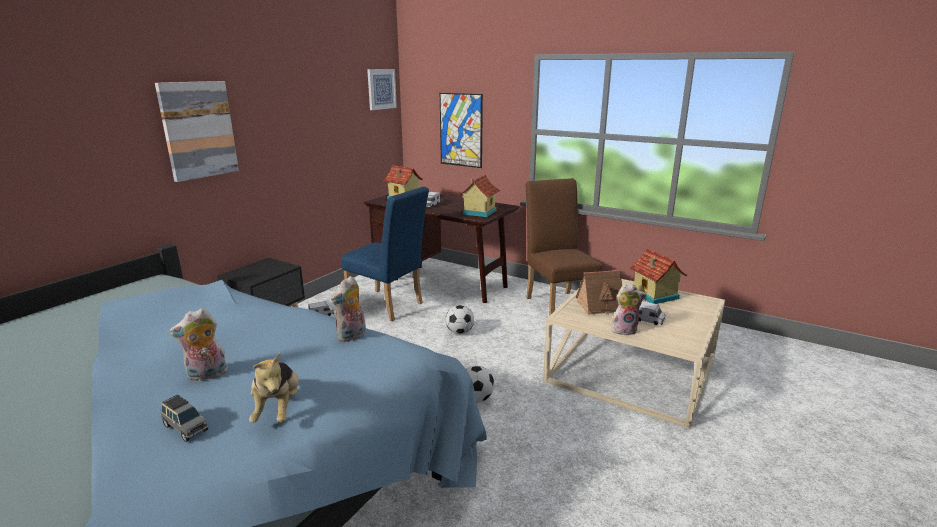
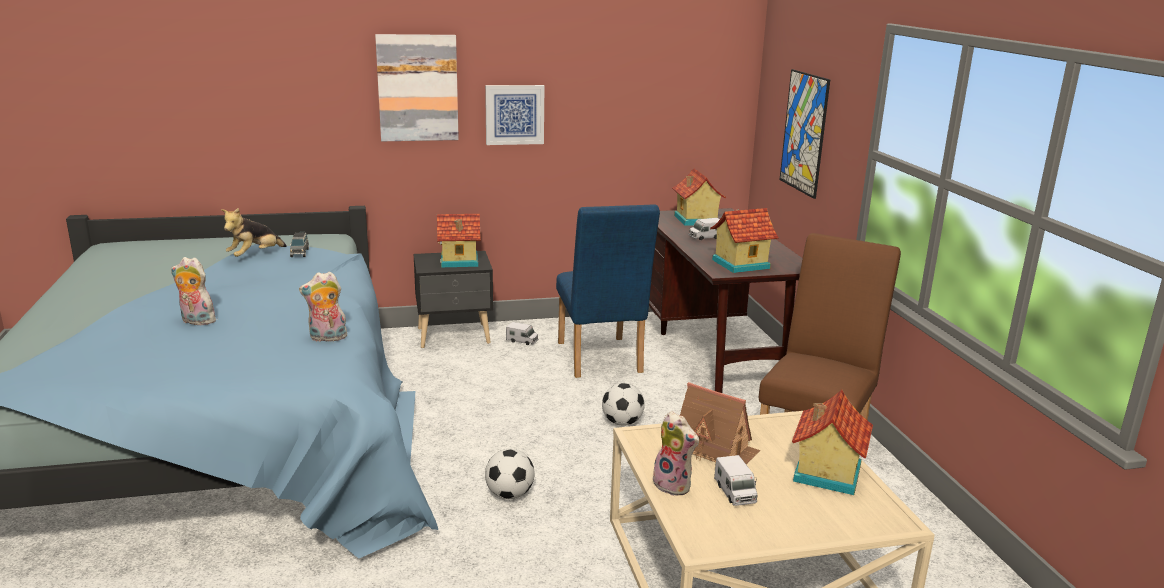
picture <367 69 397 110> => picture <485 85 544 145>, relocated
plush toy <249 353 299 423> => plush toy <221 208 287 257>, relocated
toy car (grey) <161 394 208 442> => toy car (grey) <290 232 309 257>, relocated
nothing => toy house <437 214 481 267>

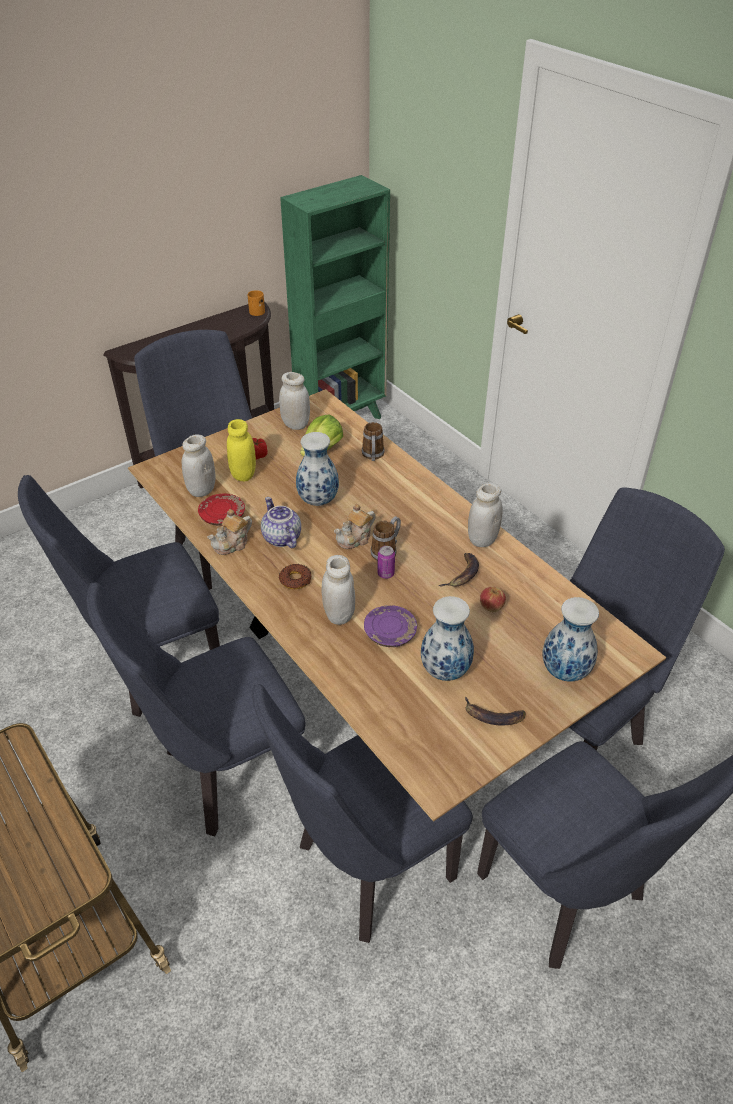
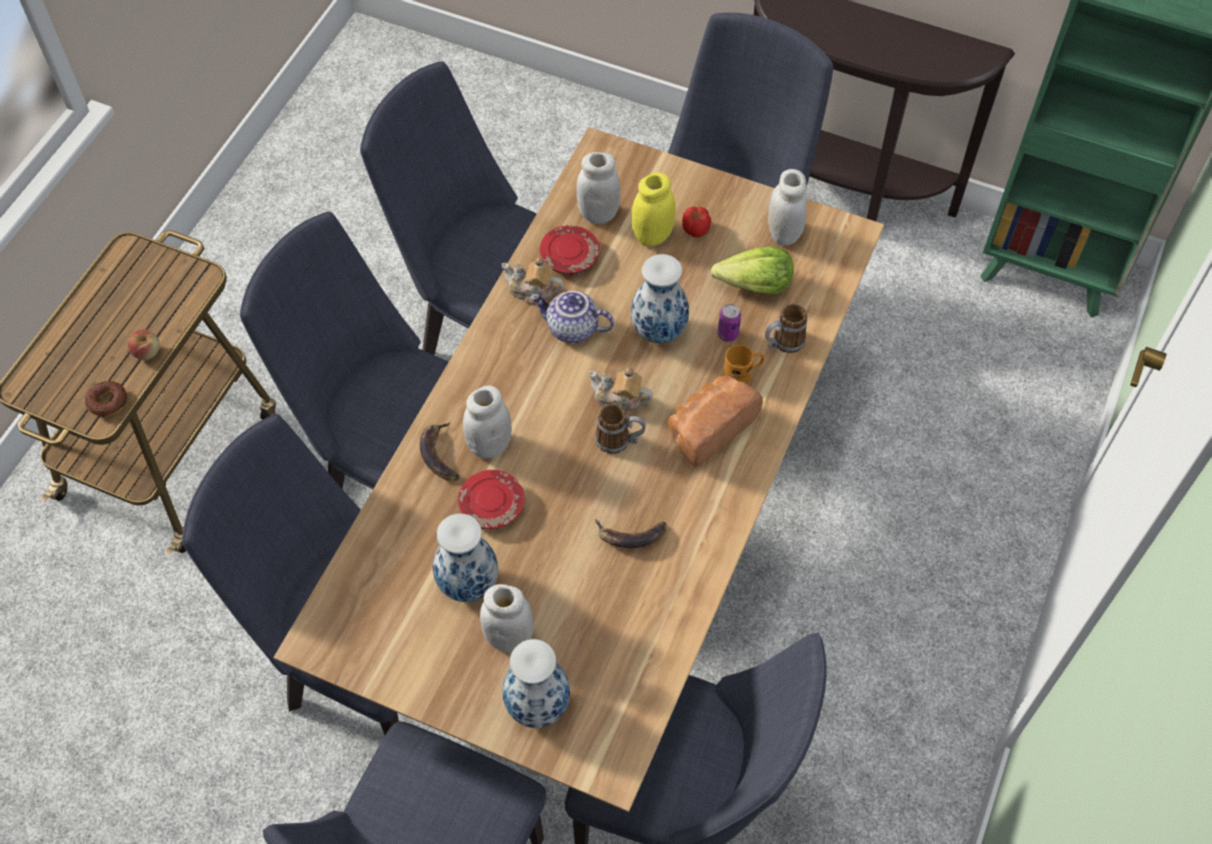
mug (orange) <248 290 265 316> => mug (orange) <723 345 764 384>, relocated
jar (white) <468 482 502 547> => jar (white) <480 584 533 652>, relocated
teapot <261 497 301 548> => teapot <530 291 614 343>, 105 degrees counterclockwise
can <377 546 395 579> => can <718 304 741 342>, relocated
donut <279 564 312 589> => donut <85 381 127 417>, relocated
apple <480 587 506 612> => apple <128 329 160 360>, relocated
plate (purple) <364 606 417 647> => plate (red) <458 470 524 529>
banana <465 697 526 726> => banana <420 422 459 481>, relocated
nothing => bread <668 375 763 467>

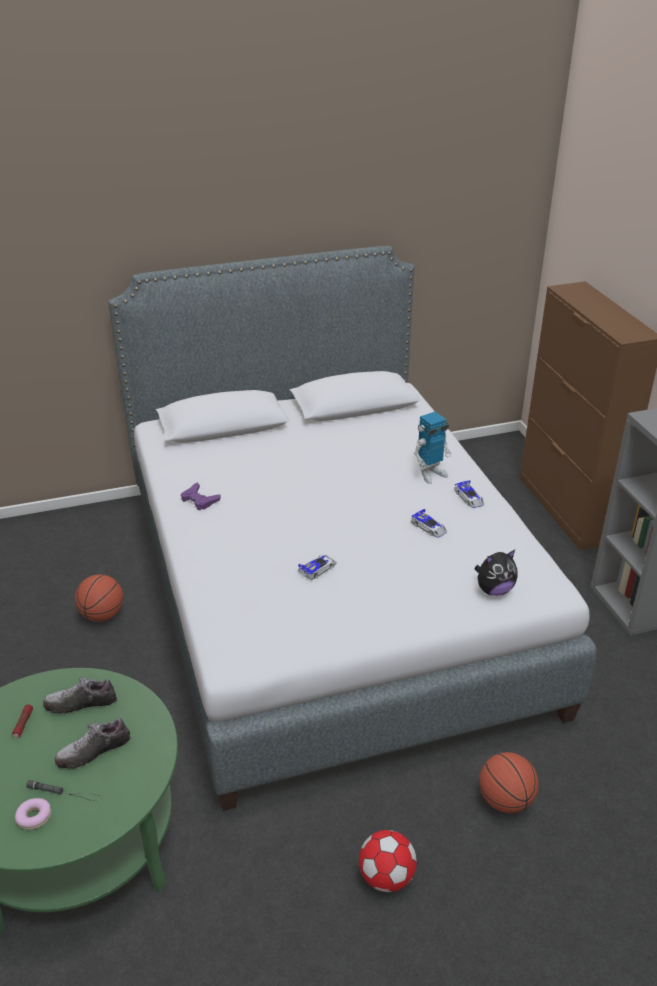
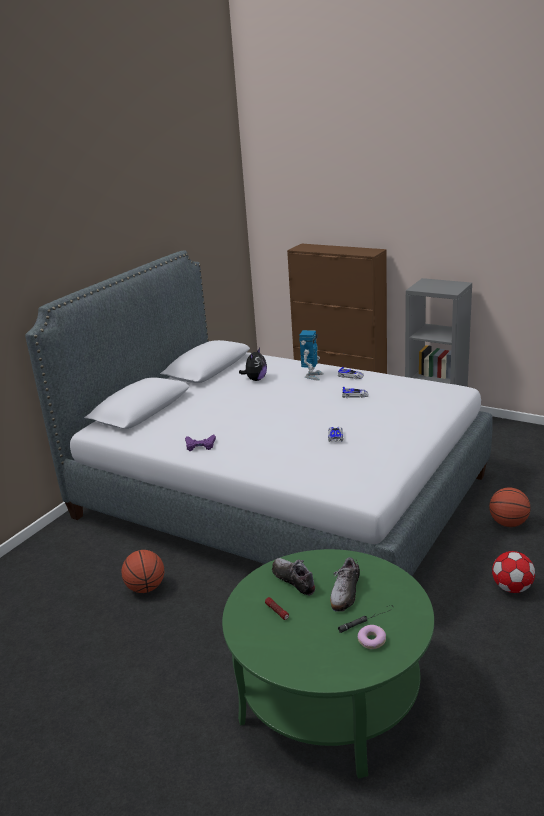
plush toy <474 550 518 596> => plush toy <239 348 267 381>, relocated
shoe <43 676 117 714> => shoe <272 558 316 596>, 105 degrees clockwise

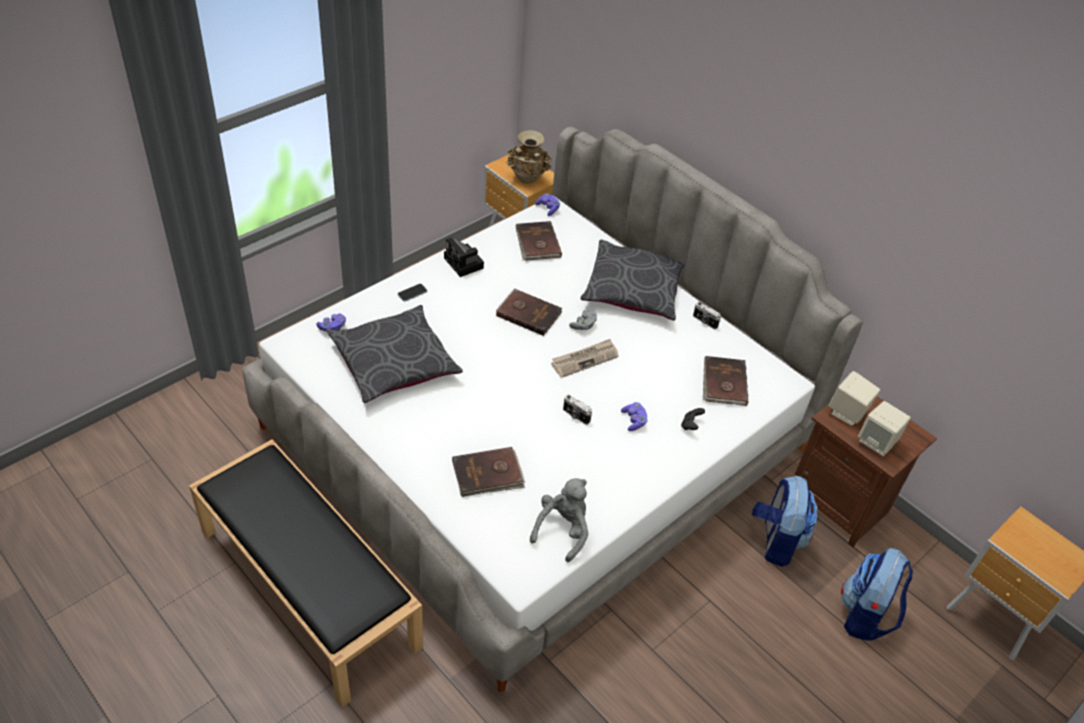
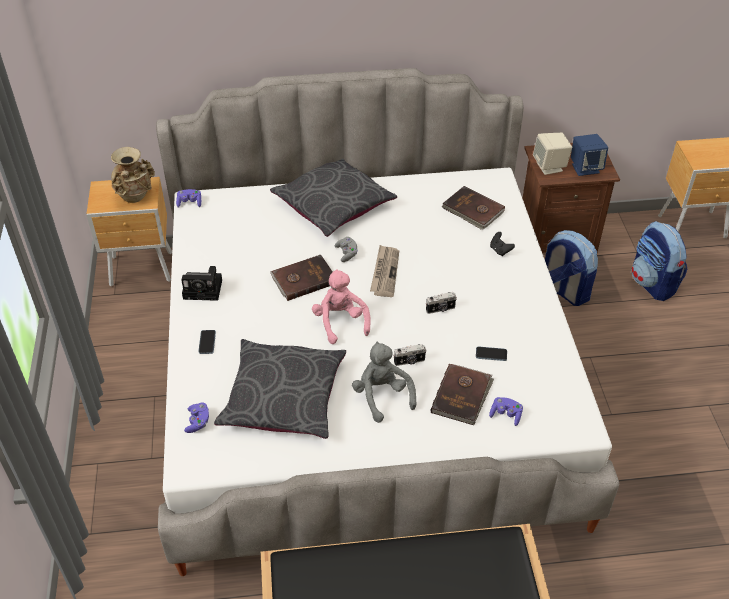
book (brown) <516 221 562 261> => nothing
photo camera <693 302 721 329> => photo camera <393 344 427 366>, relocated
speaker (beige) <858 401 911 456> => speaker (blue) <571 134 608 176>
game controller (purple) <621 402 648 431> => game controller (purple) <489 397 523 426>, relocated
plush toy (grey) <530 478 588 562> => plush toy (grey) <352 342 416 423>, relocated
nothing => plush toy (pink) <312 269 371 344>
nothing => phone <476 347 507 361>

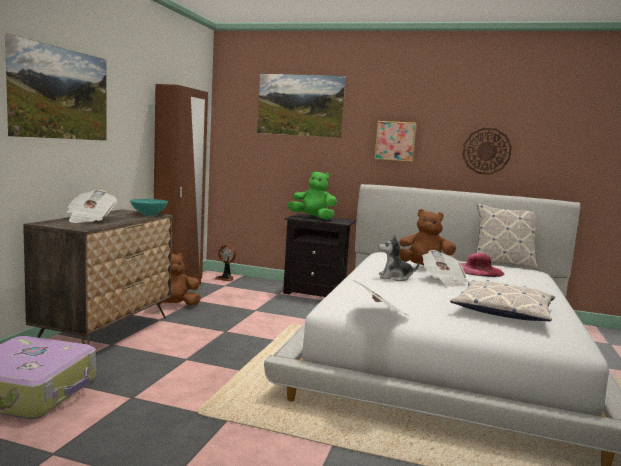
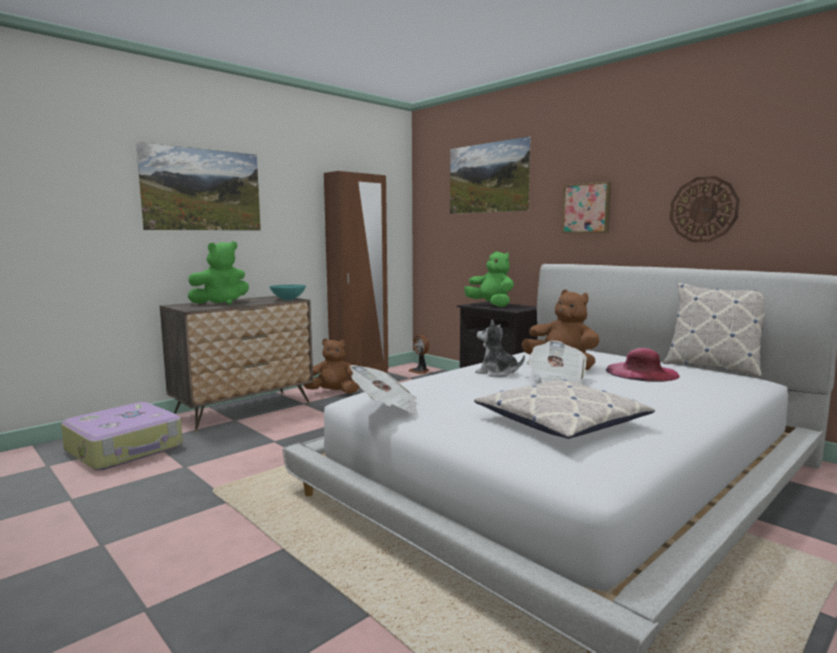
newspaper <67 190 117 223> => plush toy (green) <188 241 249 305>

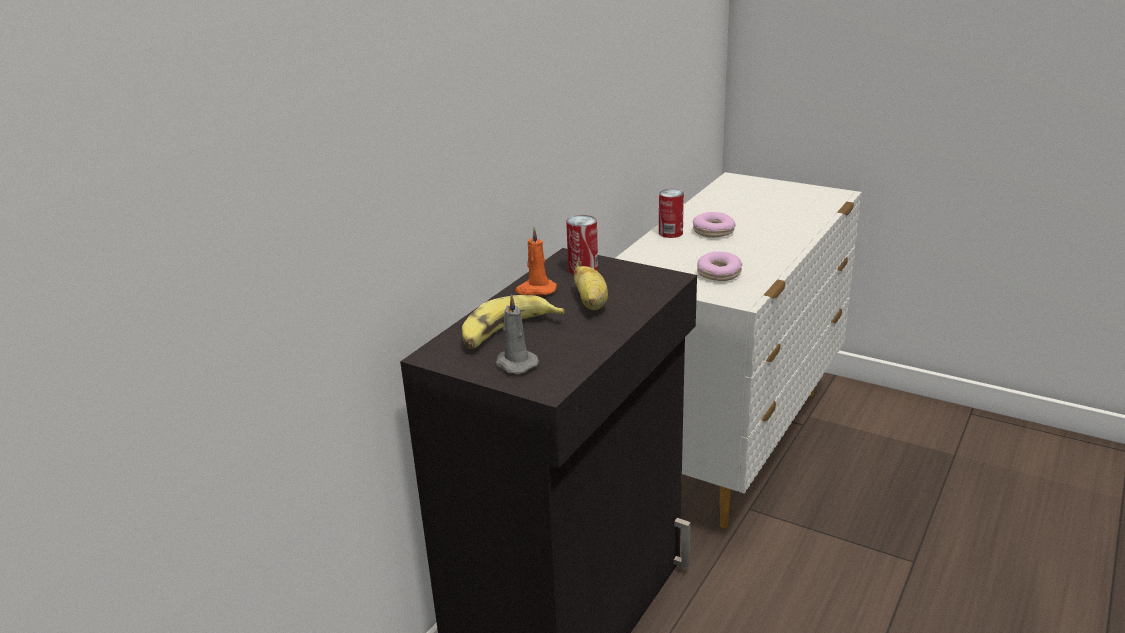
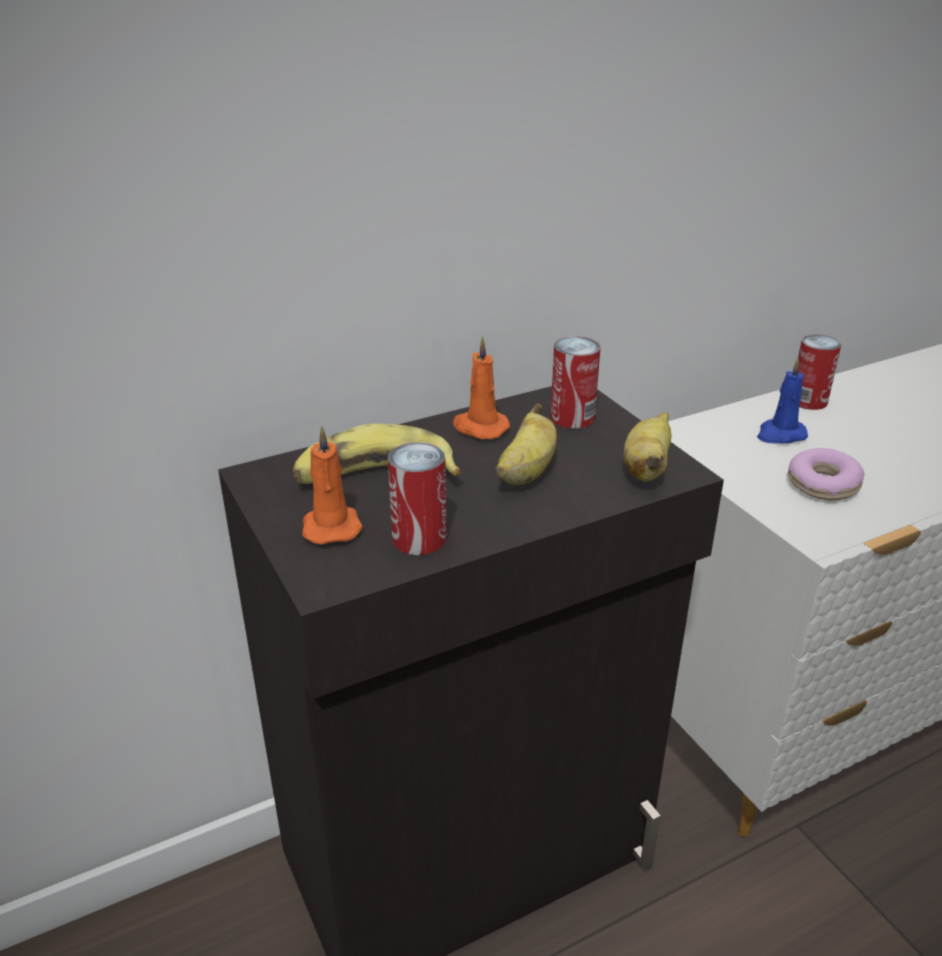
donut <693 212 736 238> => nothing
candle (grey) <495 294 539 374> => candle (orange) <302 426 363 545>
nothing => candle (blue) <757 358 808 444>
nothing => banana <624 413 671 482>
nothing => can <388 442 447 555>

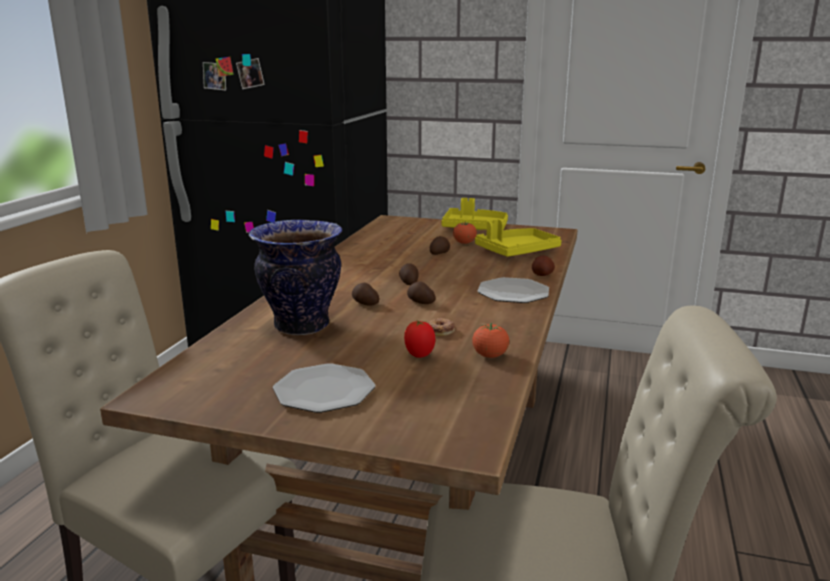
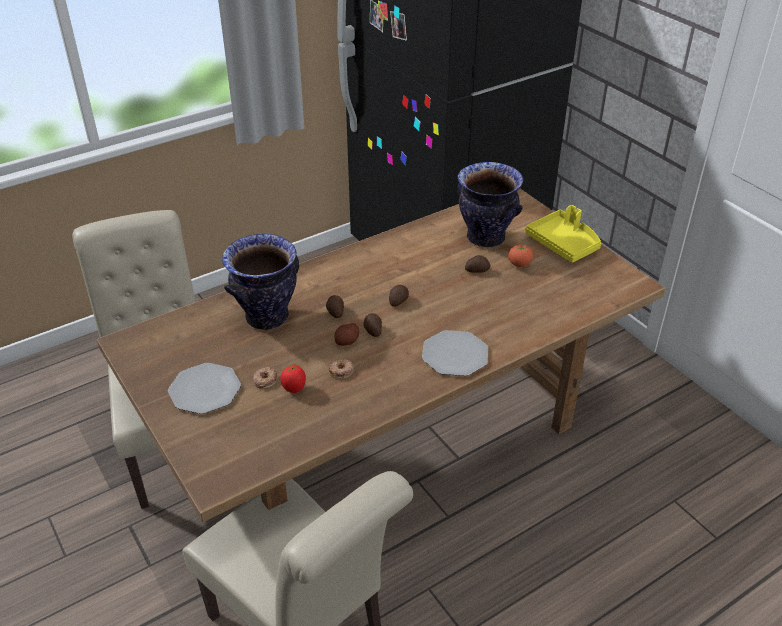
tray (yellow) <475 219 561 257> => nothing
potato <532 255 555 276> => potato <334 323 359 346>, relocated
tomato <472 323 509 358> => nothing
nothing => vase <457 162 524 247>
nothing => donut <253 367 277 389>

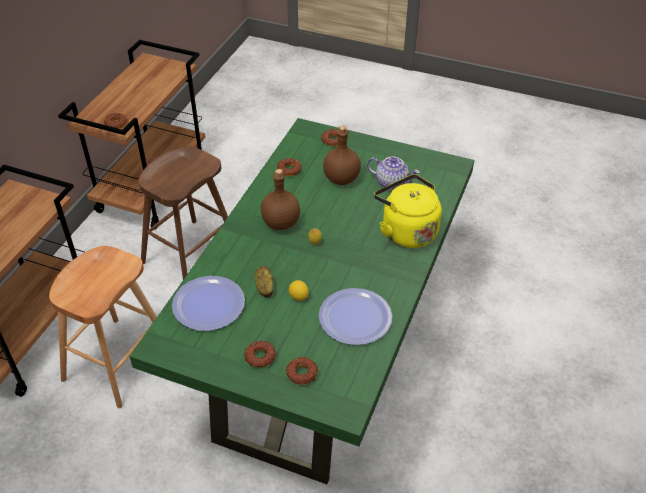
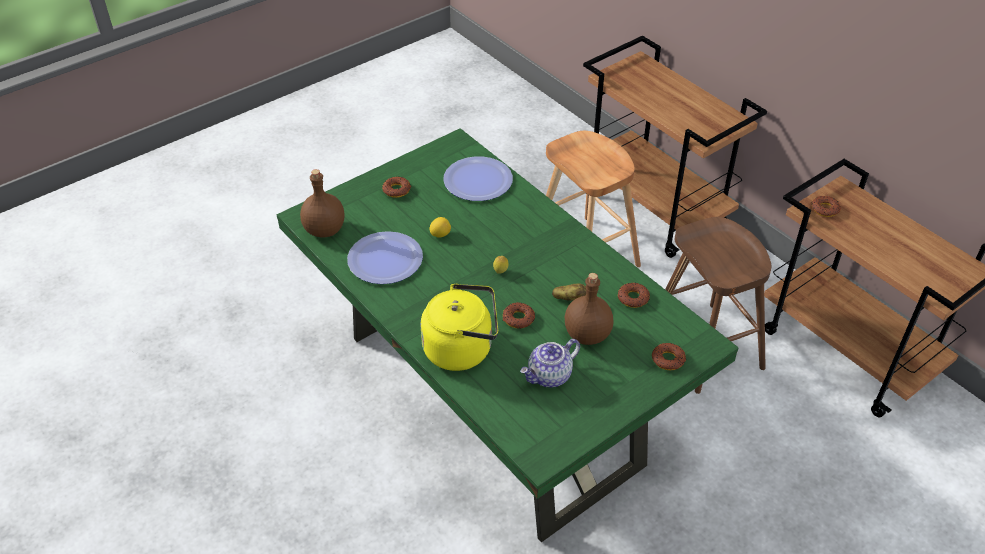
bottle (brown) <261 169 300 230> => bottle (brown) <300 169 344 237>, relocated
potato <255 266 273 297> => potato <552 283 586 301>, relocated
donut <286 357 318 384> => donut <502 302 535 329>, relocated

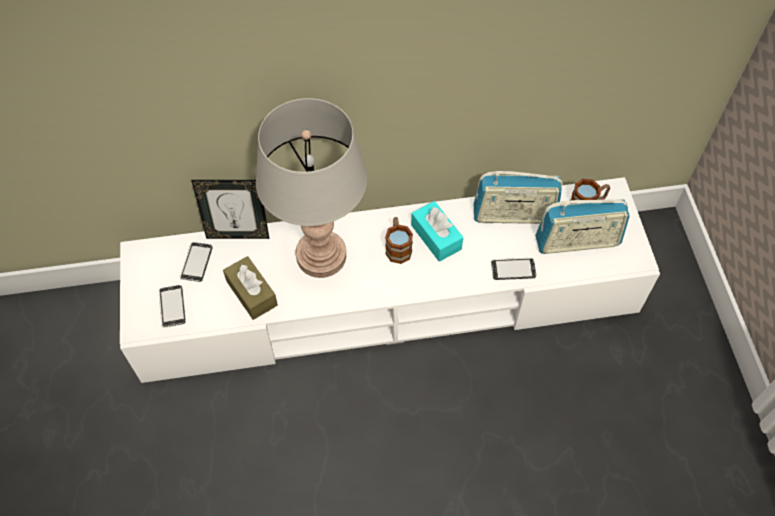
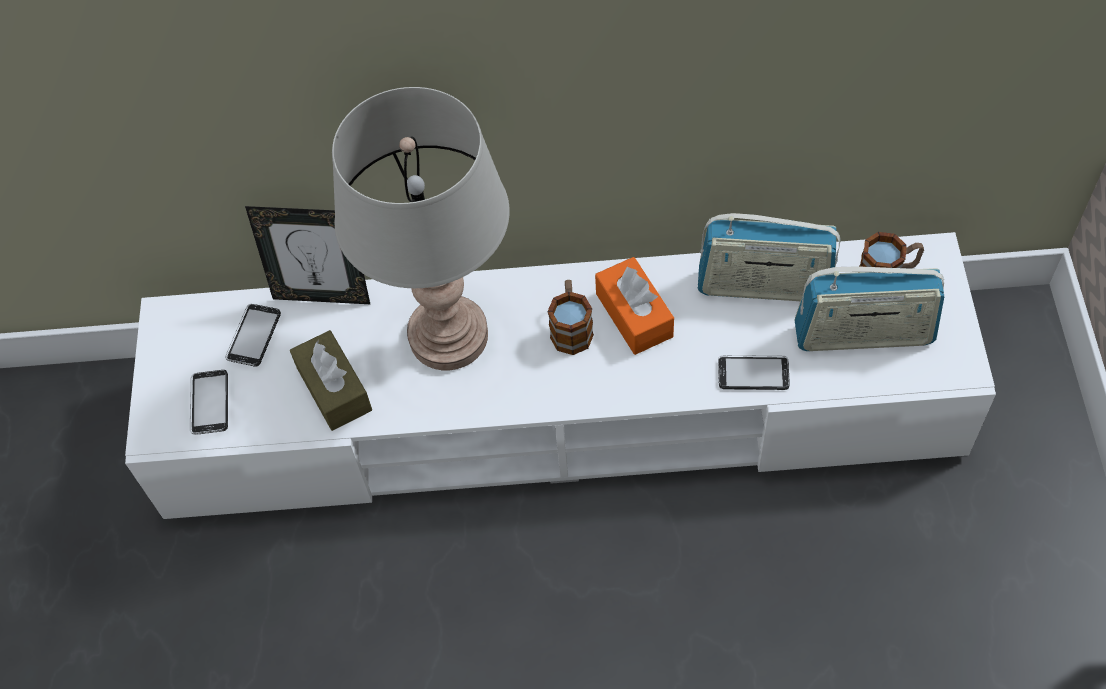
tissue box (turquoise) <411 201 463 262> => tissue box (orange) <595 257 674 355>

